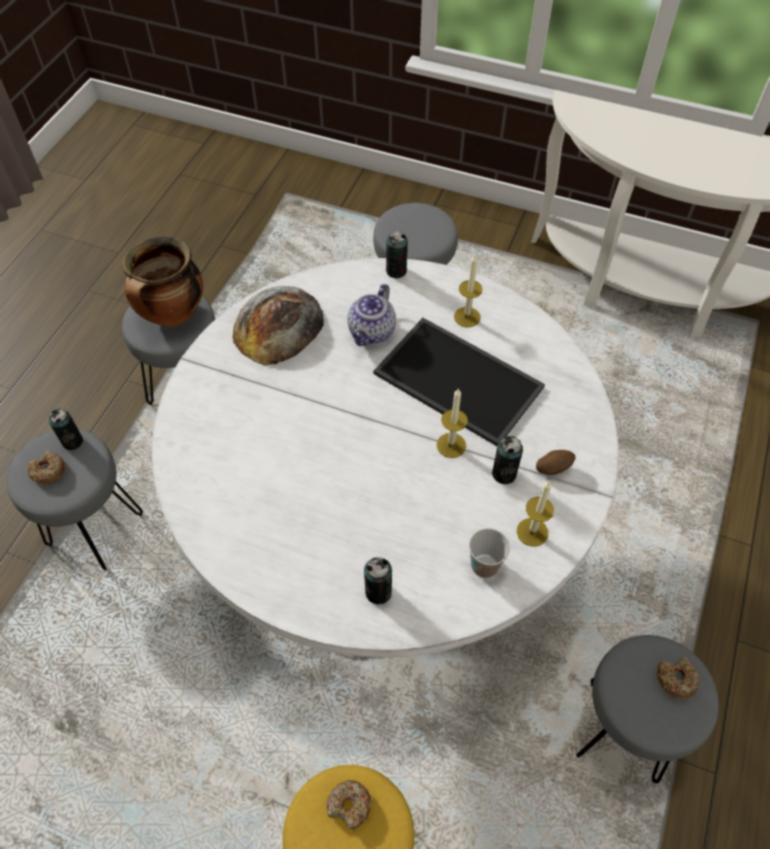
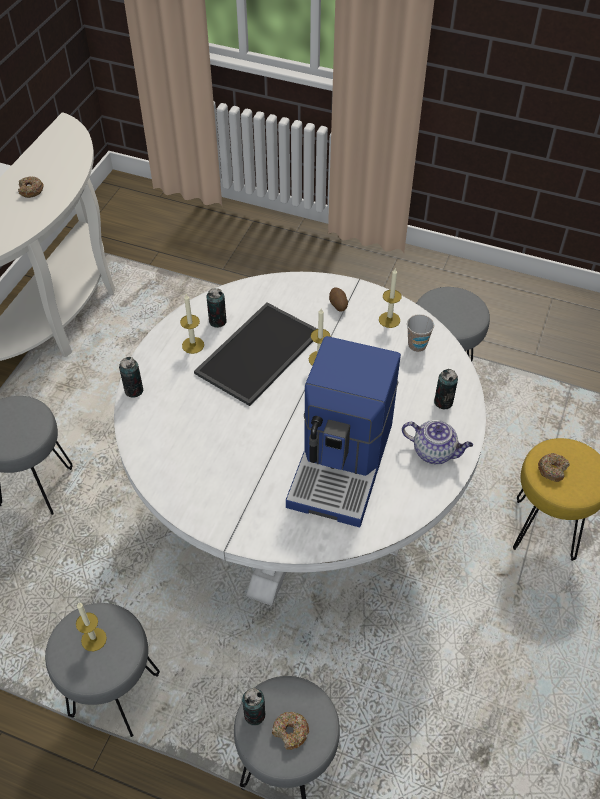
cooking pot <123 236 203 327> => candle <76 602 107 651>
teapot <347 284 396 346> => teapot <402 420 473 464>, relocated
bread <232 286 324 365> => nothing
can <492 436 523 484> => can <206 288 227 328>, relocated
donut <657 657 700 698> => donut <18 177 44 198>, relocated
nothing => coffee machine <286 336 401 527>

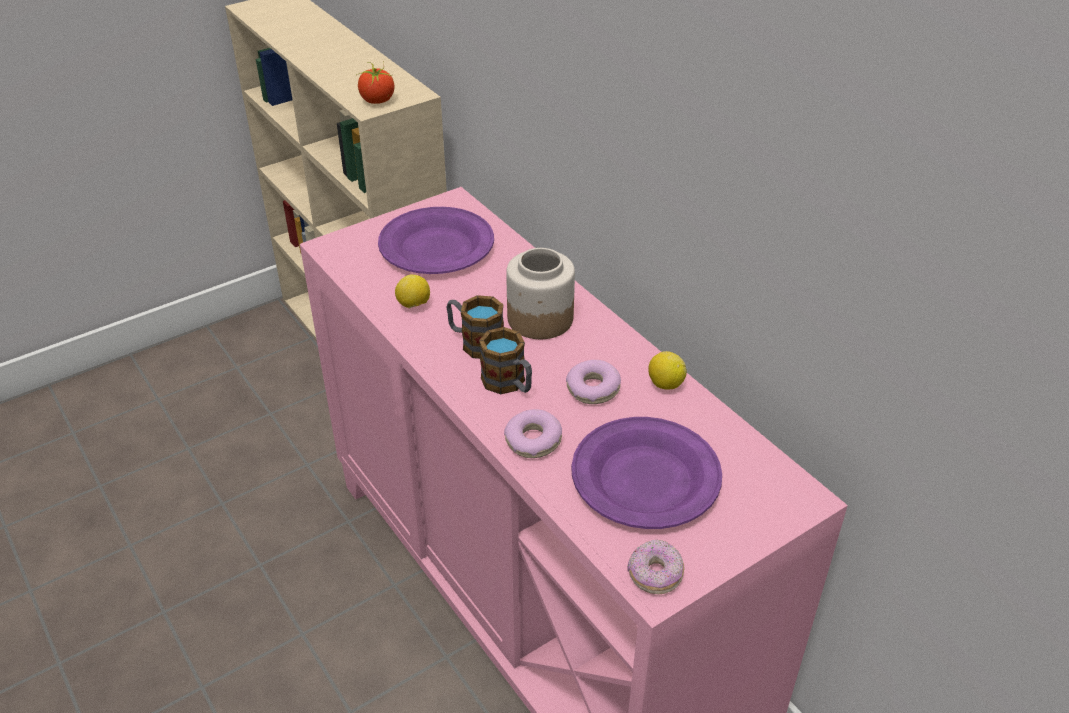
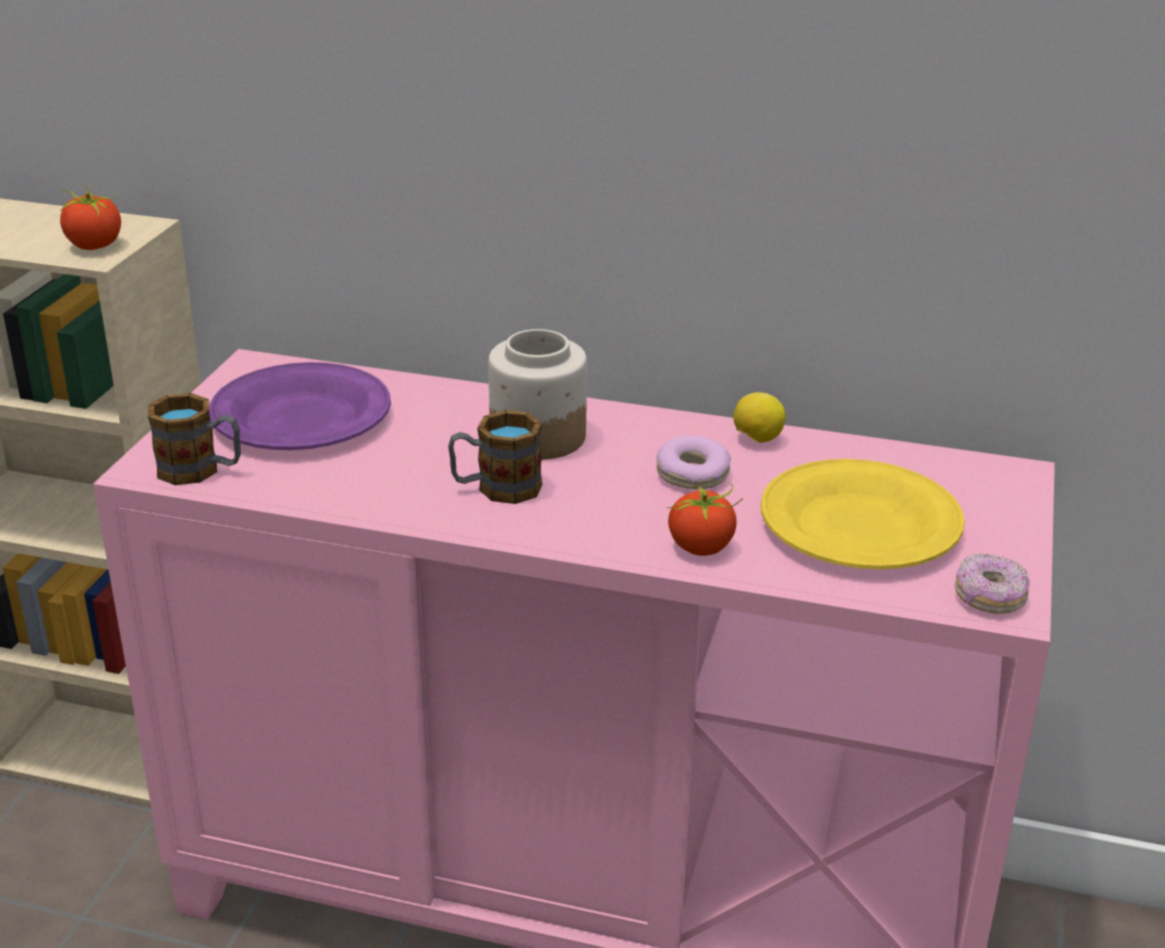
lemon <395 274 430 308> => nothing
mug <479 327 532 394> => mug <148 393 241 485>, relocated
donut <504 409 562 458> => tomato <667 484 743 556>
plate (purple) <571 417 722 529> => plate (yellow) <761 459 964 569>

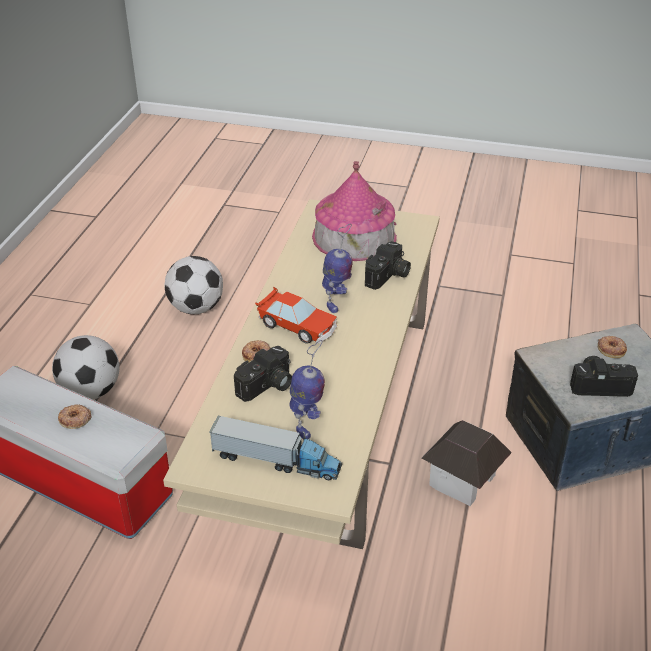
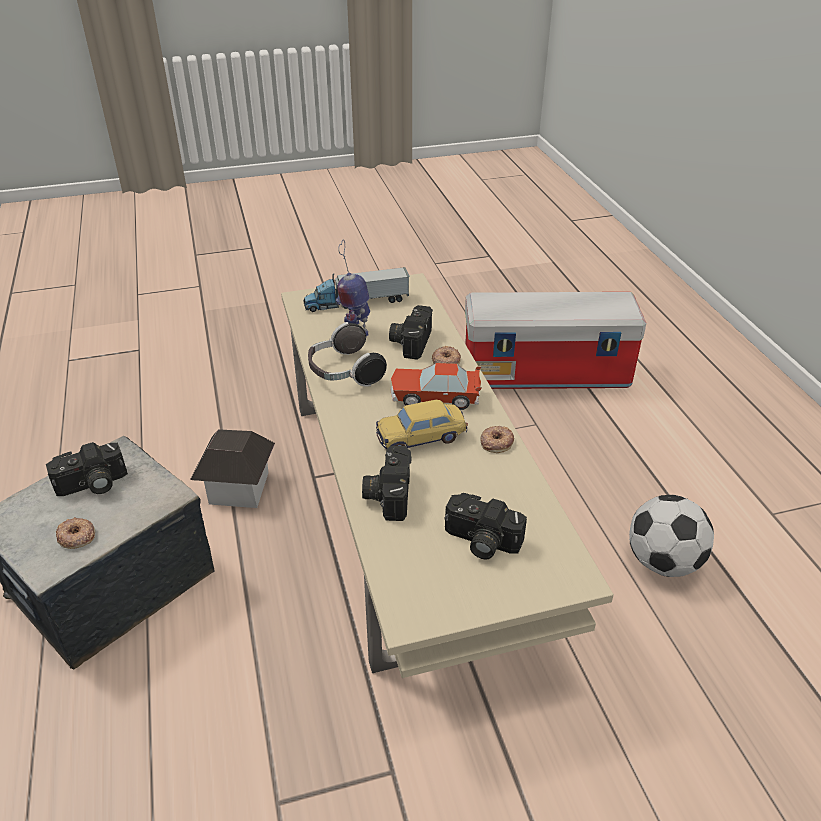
toy house <312 161 397 261> => photo camera <444 493 527 559>
toy robot <322 224 353 313> => toy car <376 400 468 449>
football <52 335 119 399> => nothing
donut <58 404 91 429> => donut <481 426 514 453>, relocated
nothing => headphones <308 322 387 387>

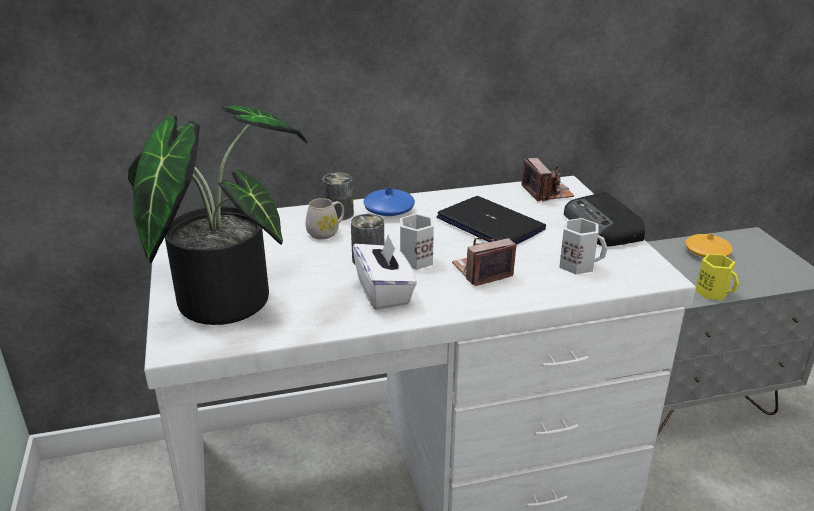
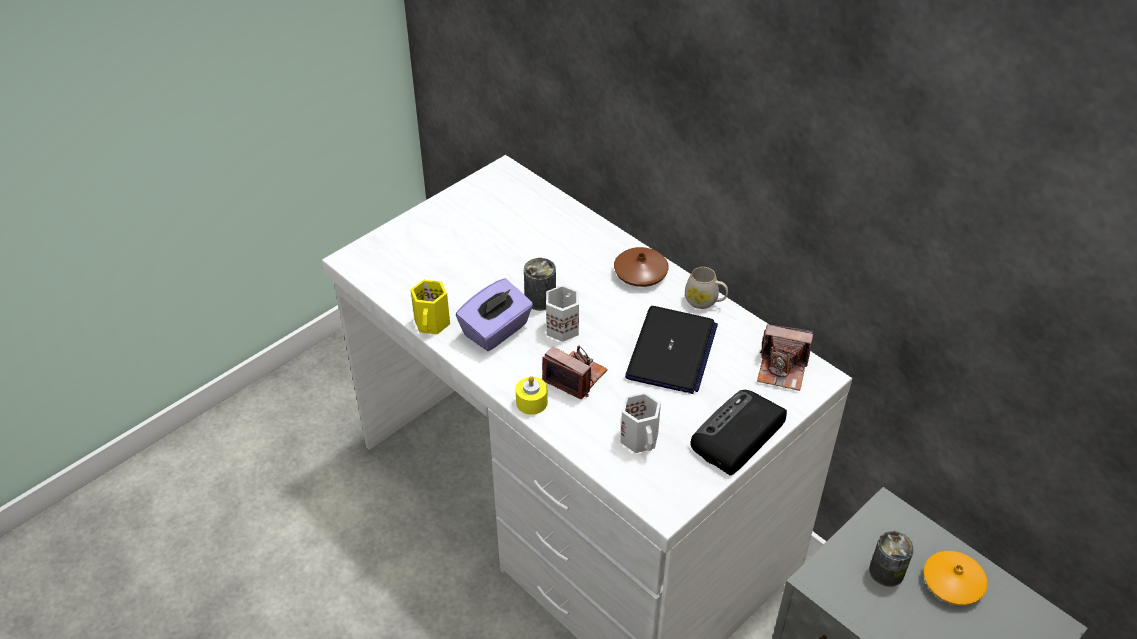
potted plant <128 105 307 325> => nothing
photo camera <521 158 574 202> => photo camera <757 324 813 391>, 60 degrees clockwise
can <323 173 354 220> => can <869 531 914 587>, relocated
vase (blue) <363 188 415 216> => vase (brown) <614 247 669 287>
mug (white) <306 198 344 240> => mug (white) <685 267 728 309>, relocated
tissue box (white) <353 233 417 310> => tissue box (purple) <456 278 533 351>
mug (yellow) <695 254 739 300> => mug (yellow) <410 280 450 334>, relocated
nothing => candle (yellow) <516 376 548 415>

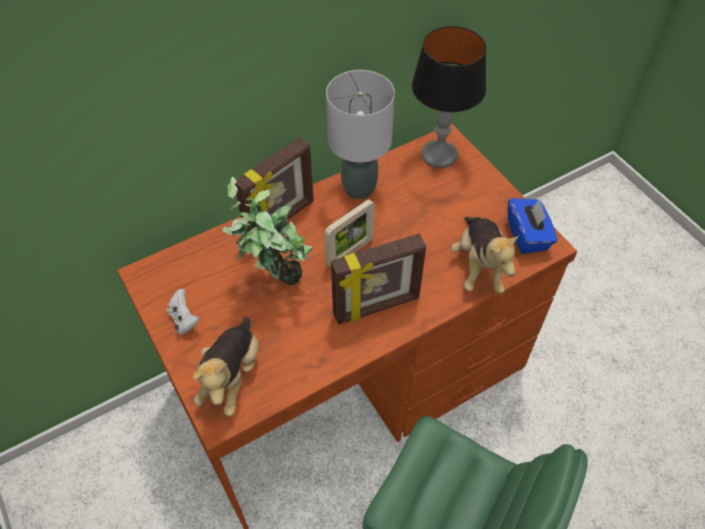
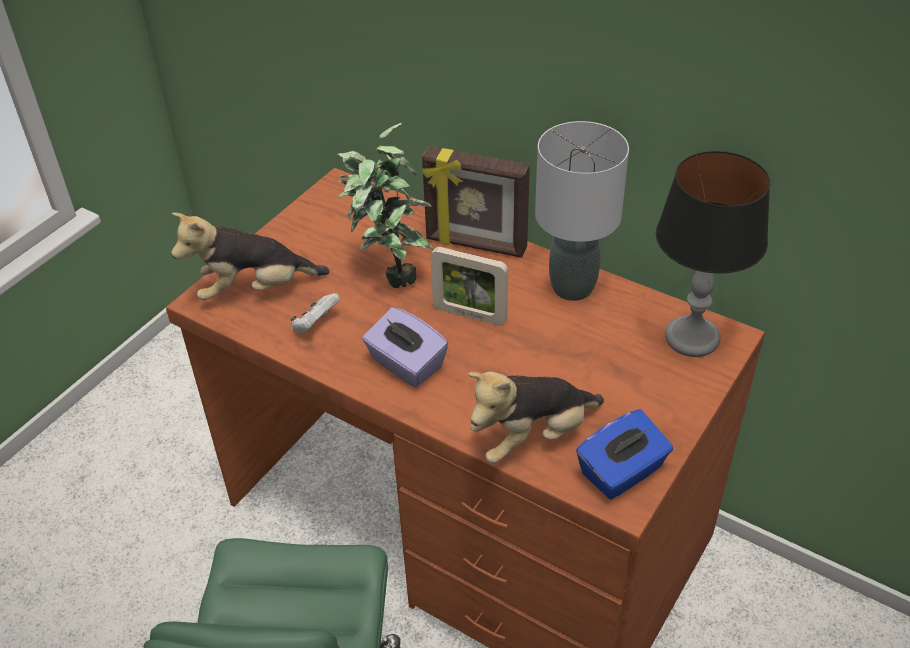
picture frame <331 234 426 325> => tissue box (purple) <362 307 448 387>
game controller (white) <167 289 200 335> => game controller (white) <291 293 340 333>, relocated

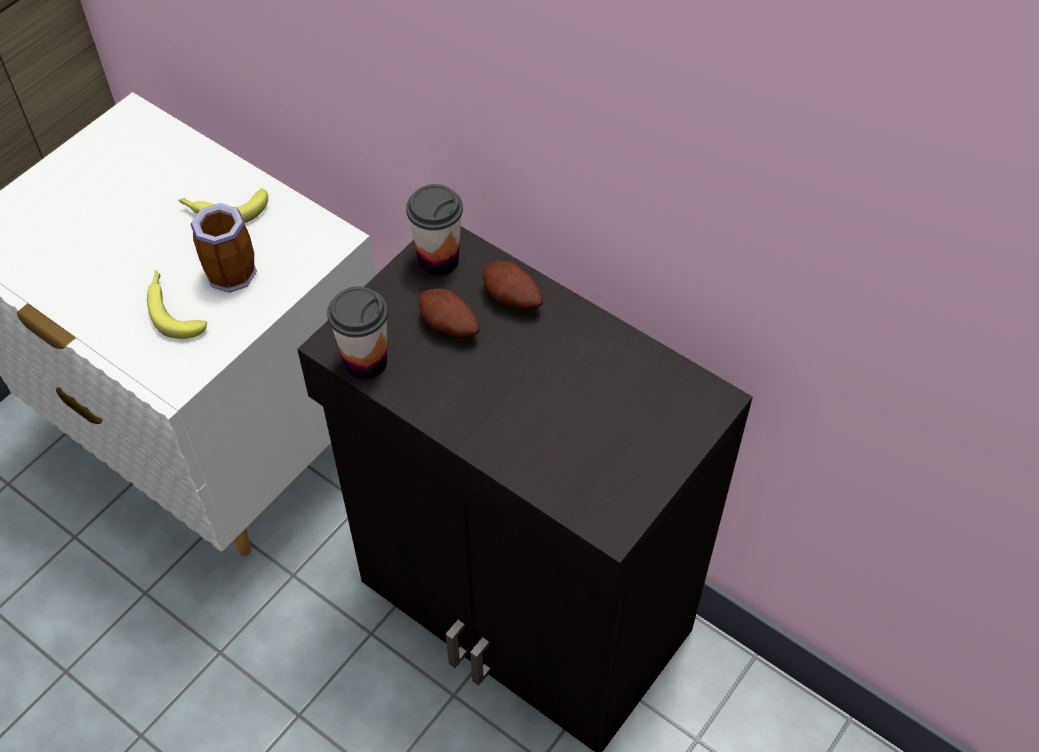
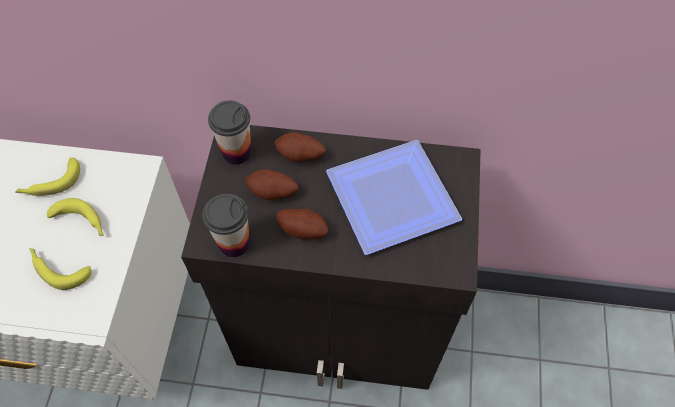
mug <191 203 257 293> => banana <47 198 104 236>
nothing => plate <326 140 462 255>
nothing => potato <276 208 328 240>

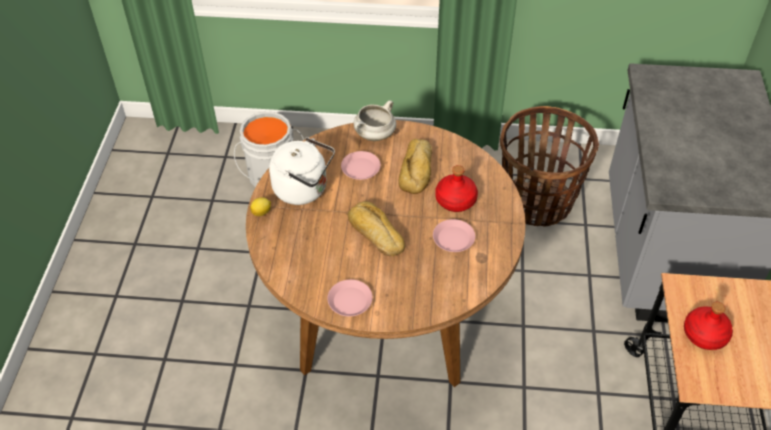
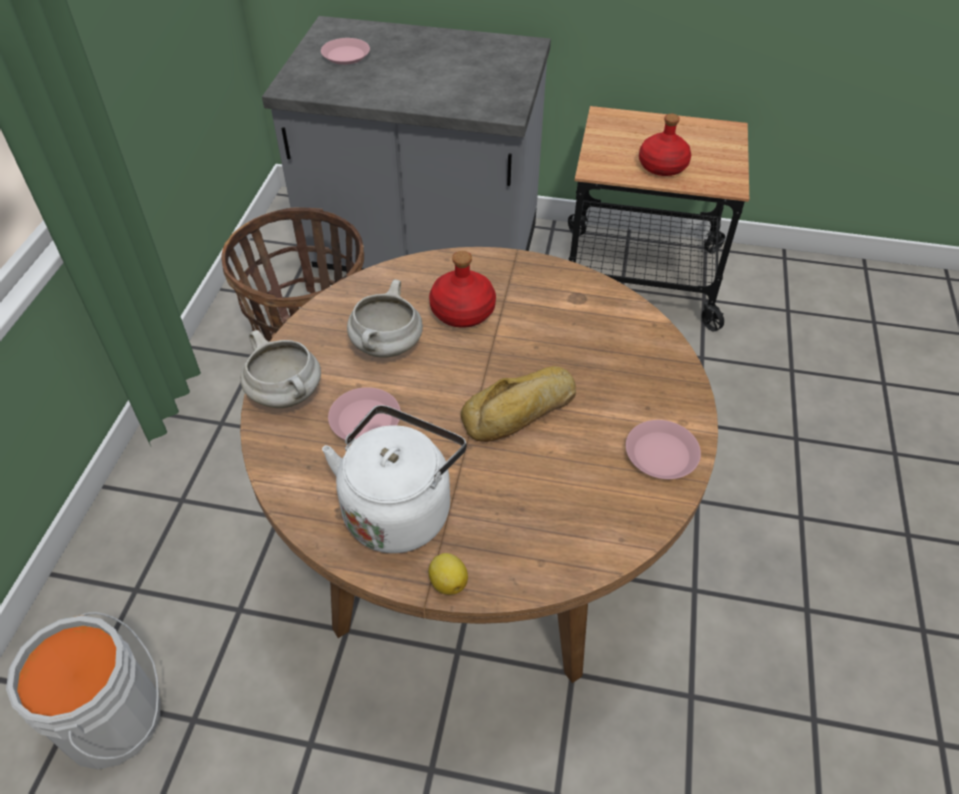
bread <398 139 432 194> => cooking pot (white) <347 279 423 358>
plate (pink) <433 219 475 252> => plate (pink) <321 38 370 65>, relocated

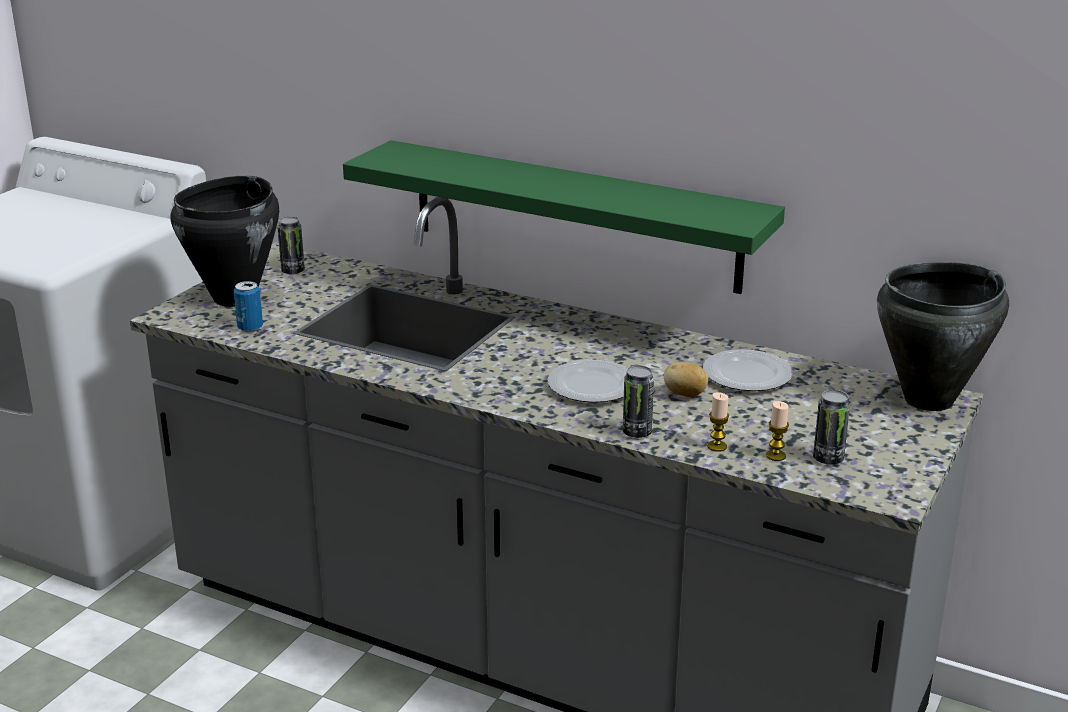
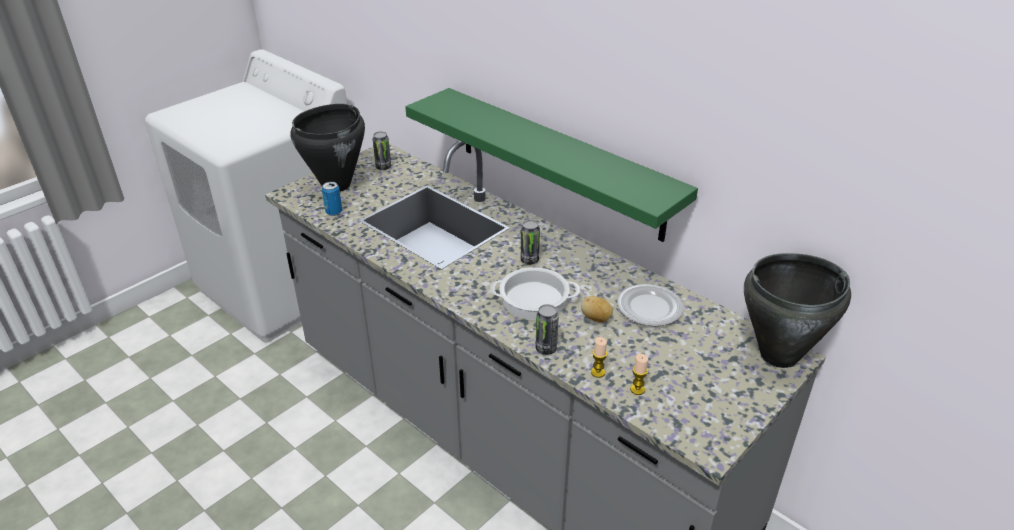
plate <547 360 628 403> => cooking pot <490 267 580 320>
can <813 390 850 465> => can <521 220 540 265>, relocated

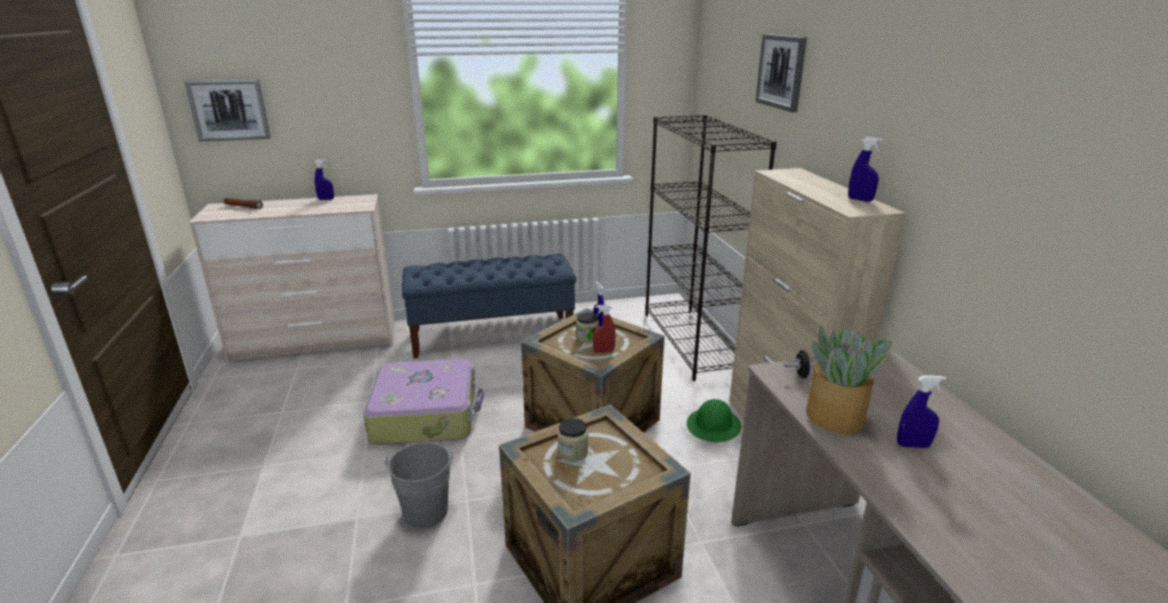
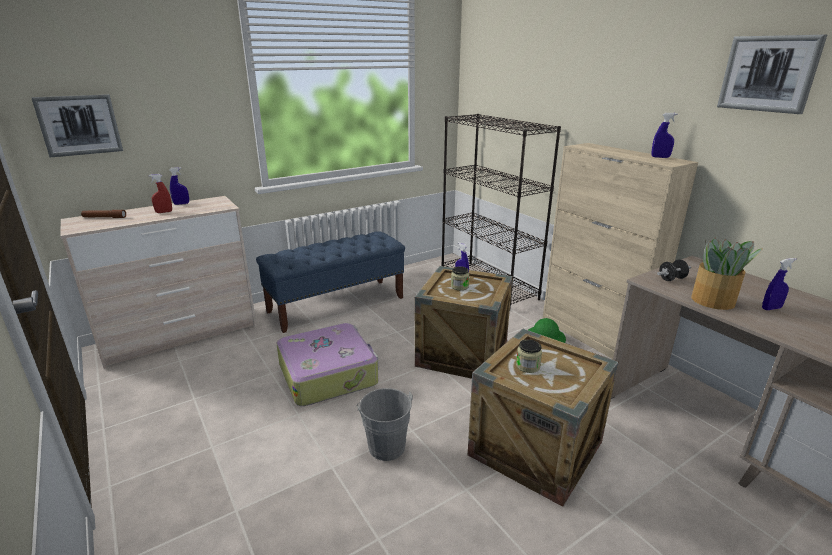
picture <755 34 807 112> => picture <717 35 827 114>, relocated
spray bottle (red) <593 305 616 353> => spray bottle (red) <149 174 172 213>, relocated

